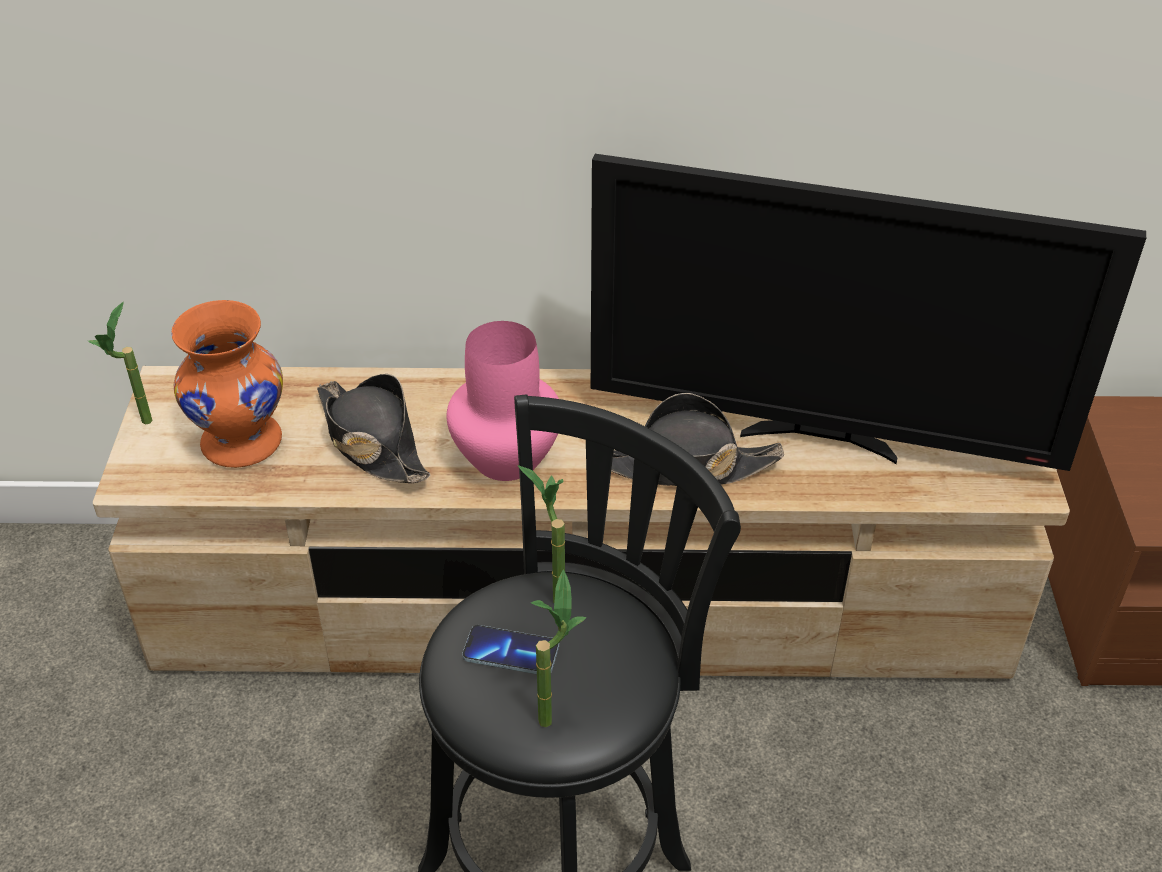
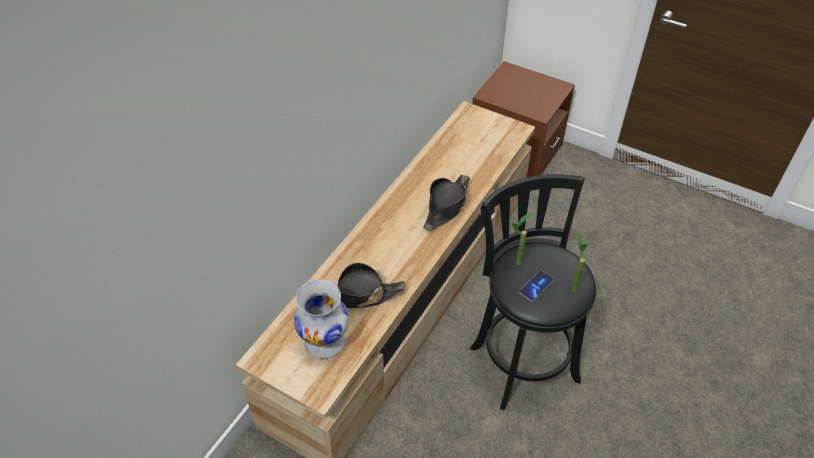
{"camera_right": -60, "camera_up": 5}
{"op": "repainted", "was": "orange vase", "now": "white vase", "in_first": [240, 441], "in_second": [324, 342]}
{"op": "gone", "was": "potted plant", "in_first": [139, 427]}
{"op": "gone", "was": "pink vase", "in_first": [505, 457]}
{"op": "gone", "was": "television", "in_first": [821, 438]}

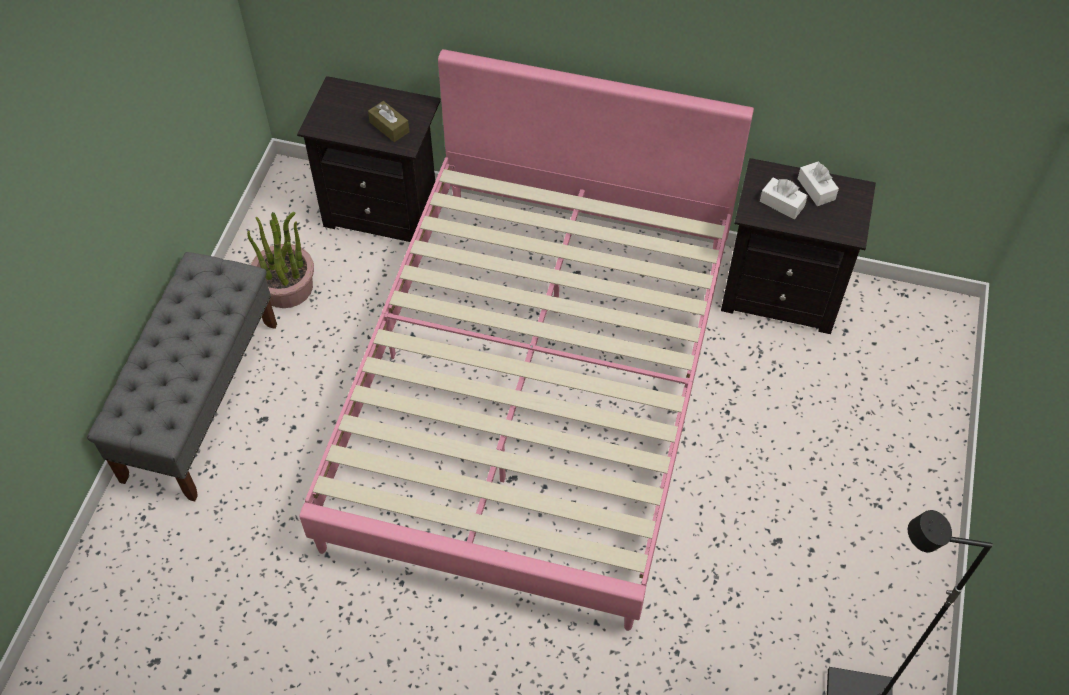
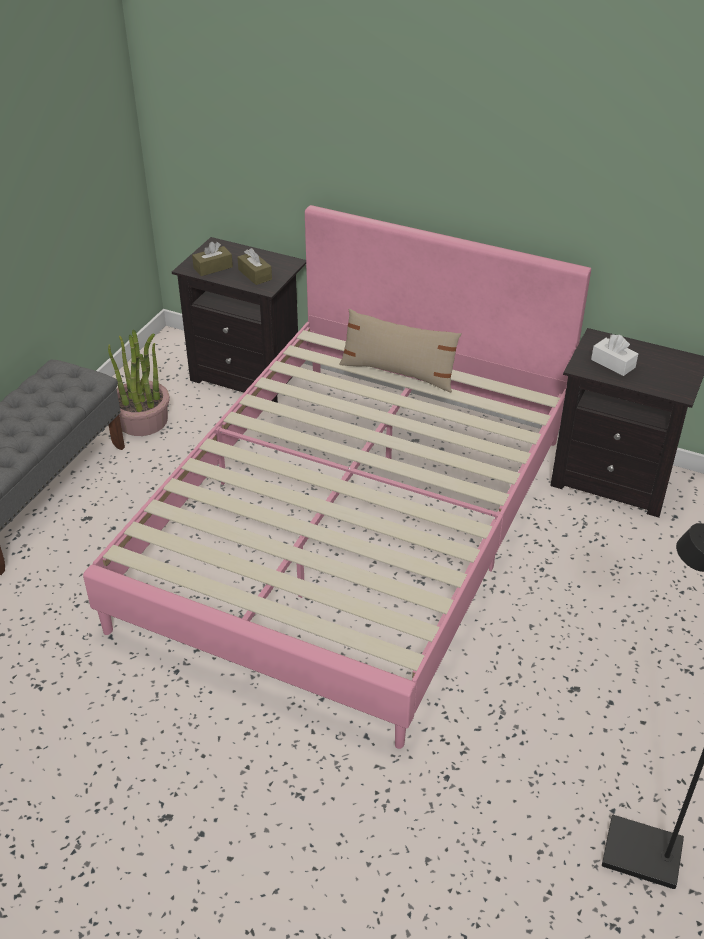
{"camera_right": 10, "camera_up": -15}
{"op": "new", "now": "brown tissue box", "in_second": [213, 267]}
{"op": "new", "now": "beige pillow", "in_second": [398, 373]}
{"op": "gone", "was": "white tissue box", "in_first": [816, 189]}

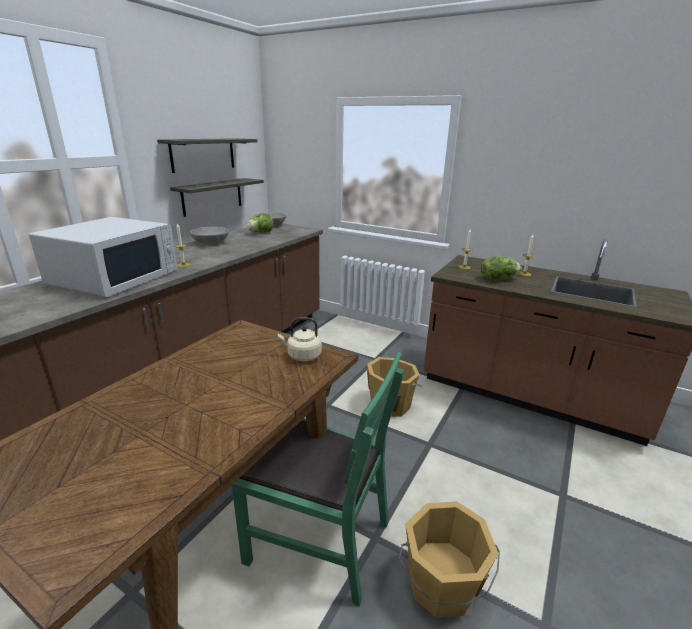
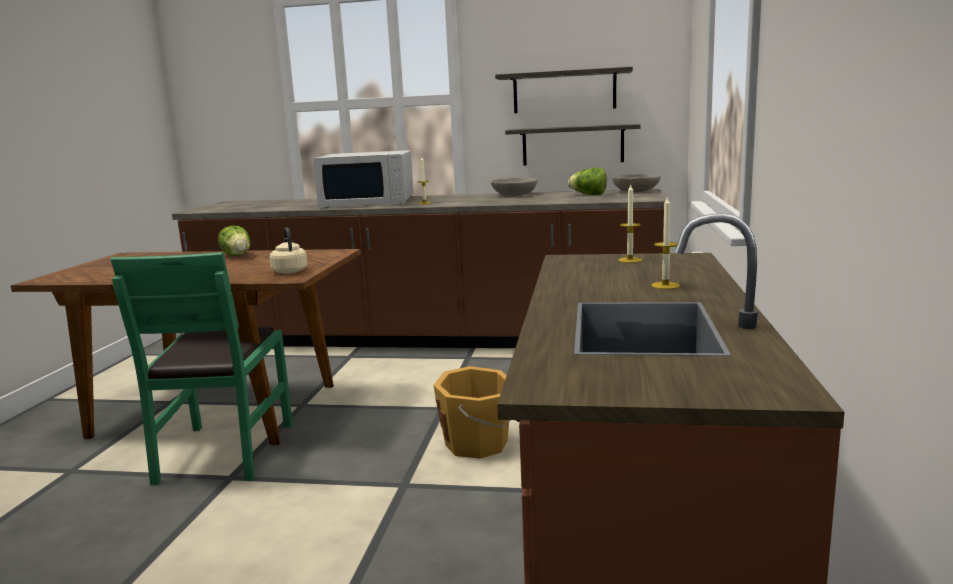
{"camera_right": 70, "camera_up": -10}
{"op": "shifted", "was": "lettuce", "in_first": [497, 279], "in_second": [237, 255]}
{"op": "gone", "was": "orange bucket", "in_first": [441, 586]}

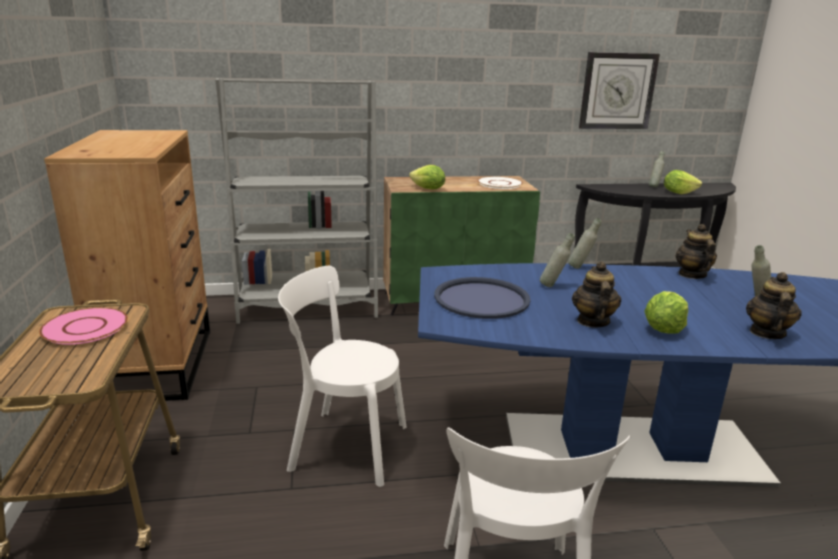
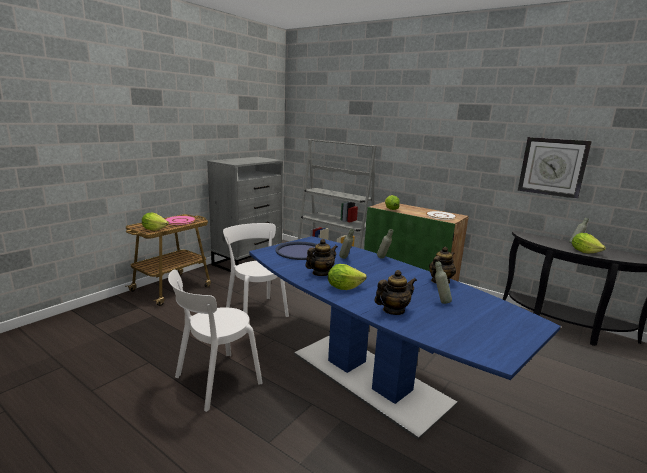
{"camera_right": 45, "camera_up": -5}
{"op": "new", "now": "lettuce", "in_second": [154, 229]}
{"op": "repainted", "was": "brown dresser", "now": "grey dresser", "in_first": [159, 364], "in_second": [248, 261]}

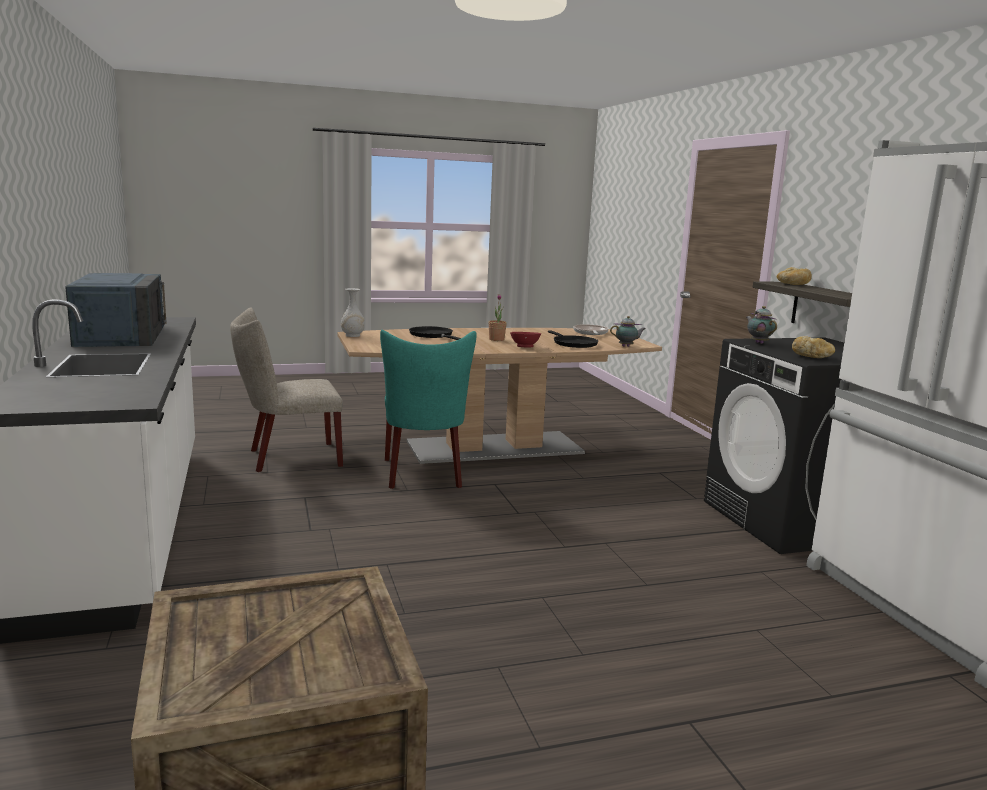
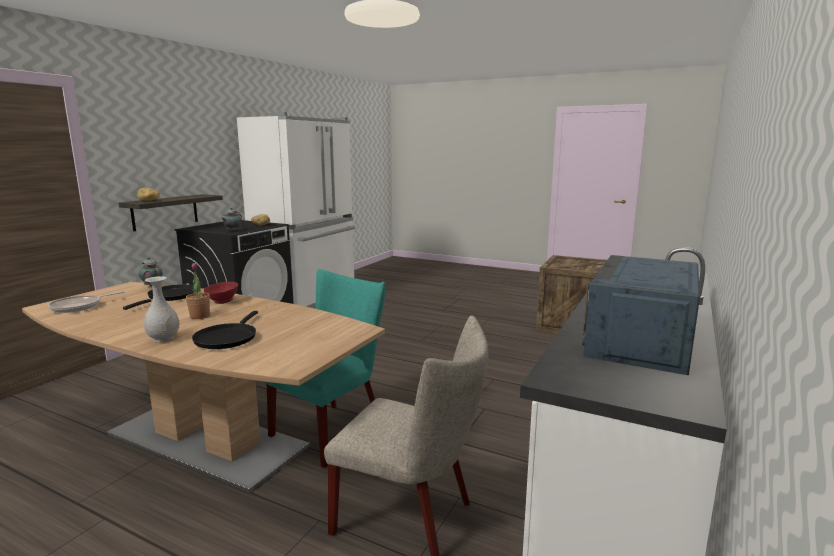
{"camera_right": -135, "camera_up": 0}
{"op": "shifted", "was": "white vase", "in_first": [352, 335], "in_second": [164, 338]}

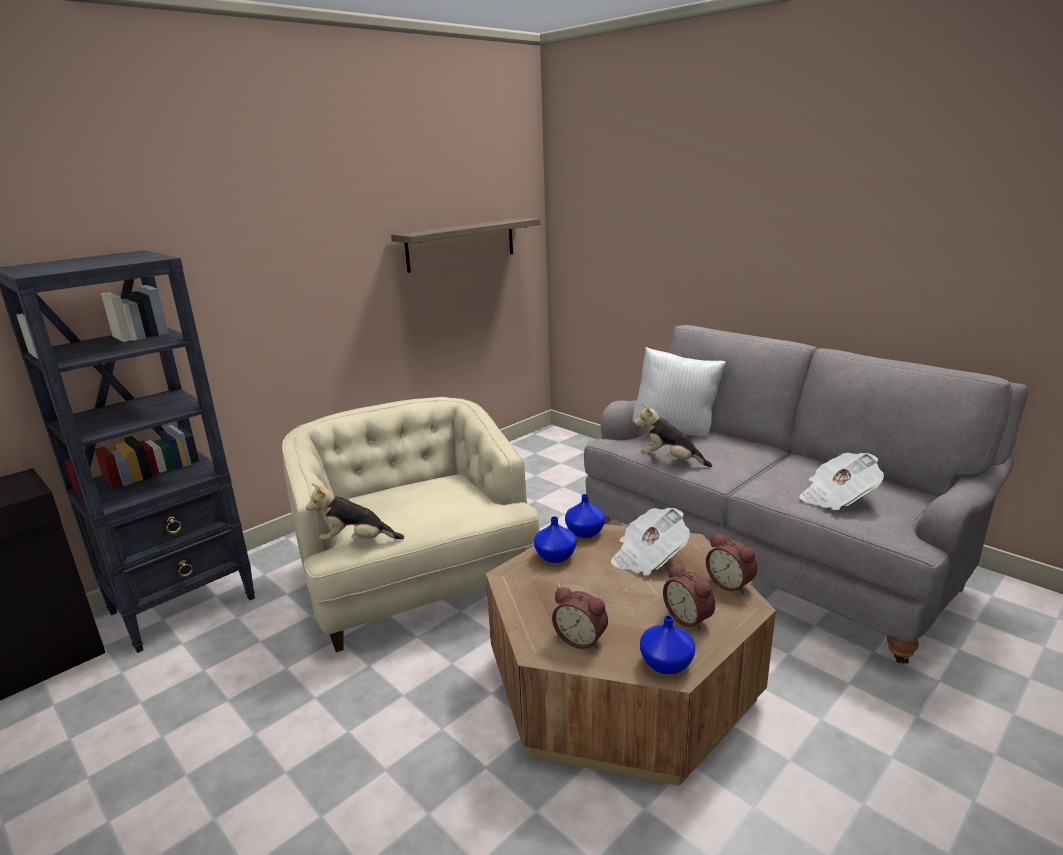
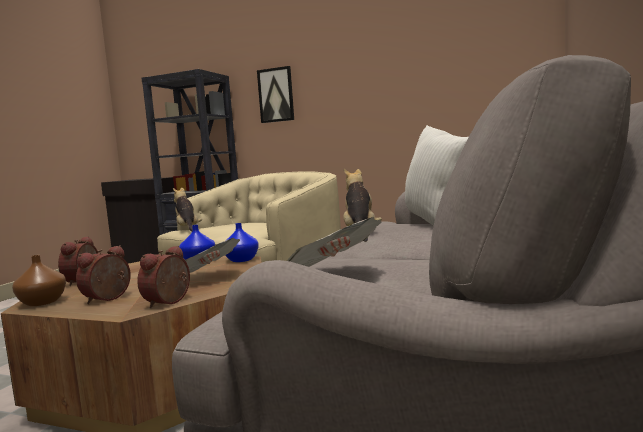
{"camera_right": 65, "camera_up": -15}
{"op": "repainted", "was": "blue vase", "now": "brown vase", "in_first": [665, 663], "in_second": [43, 302]}
{"op": "new", "now": "picture", "in_second": [276, 95]}
{"op": "gone", "was": "shelf", "in_first": [461, 244]}

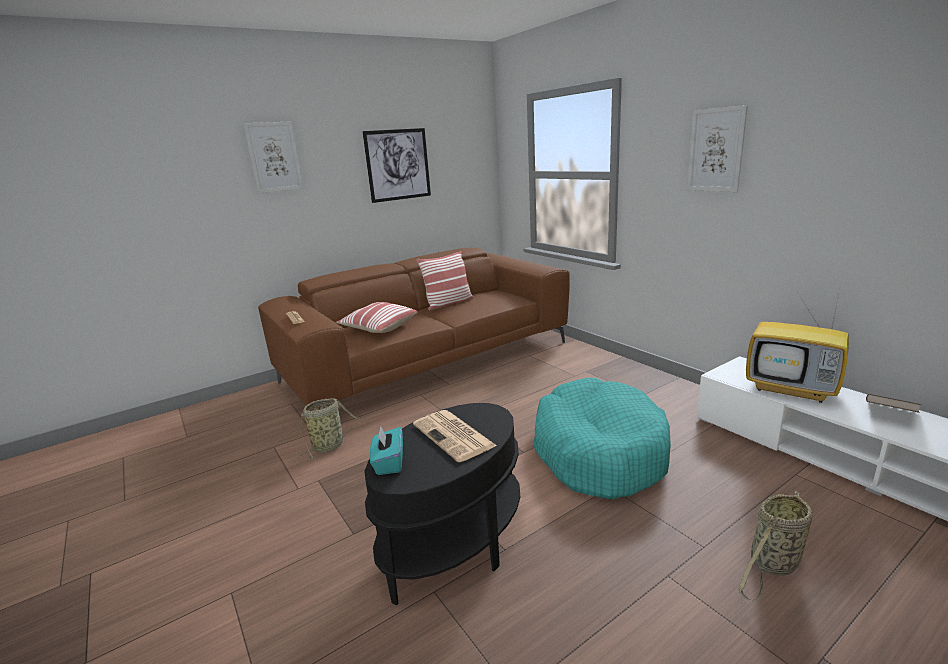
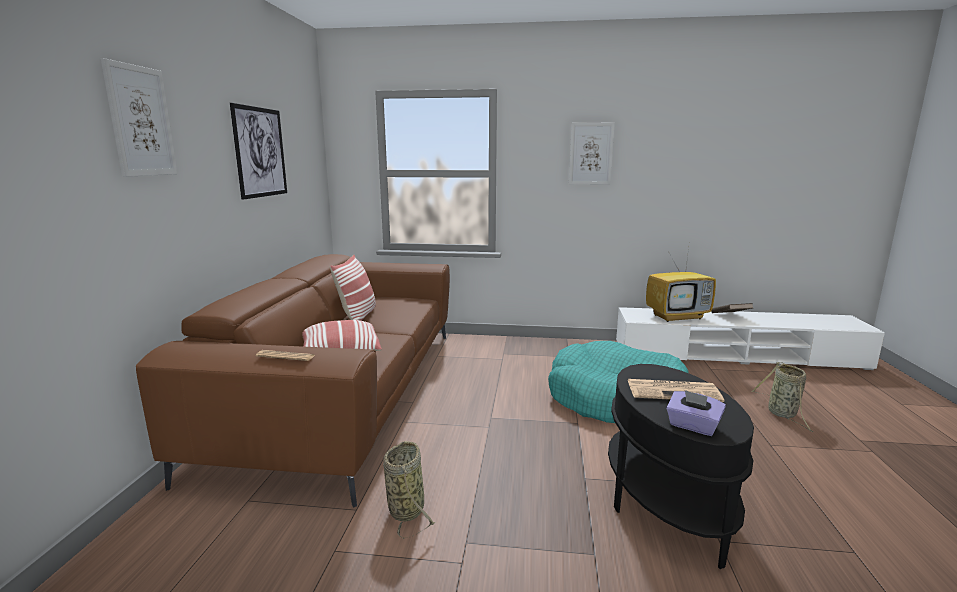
{"camera_right": -50, "camera_up": -5}
{"op": "repainted", "was": "turquoise tissue box", "now": "purple tissue box", "in_first": [389, 463], "in_second": [693, 426]}

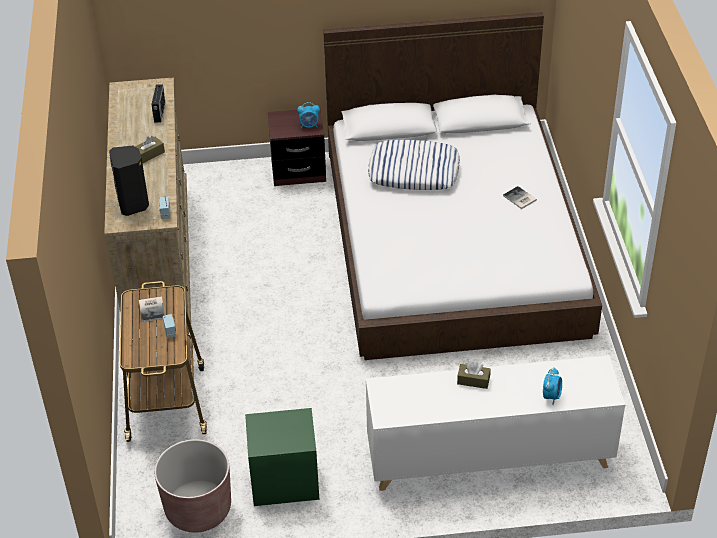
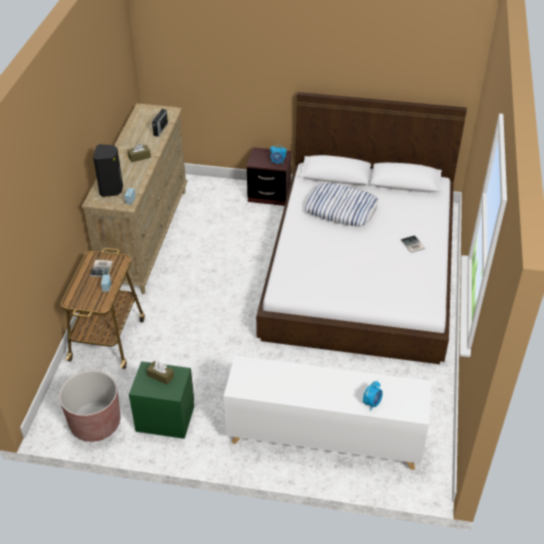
{"camera_right": 15, "camera_up": 0}
{"op": "shifted", "was": "brown tissue box", "in_first": [473, 380], "in_second": [160, 376]}

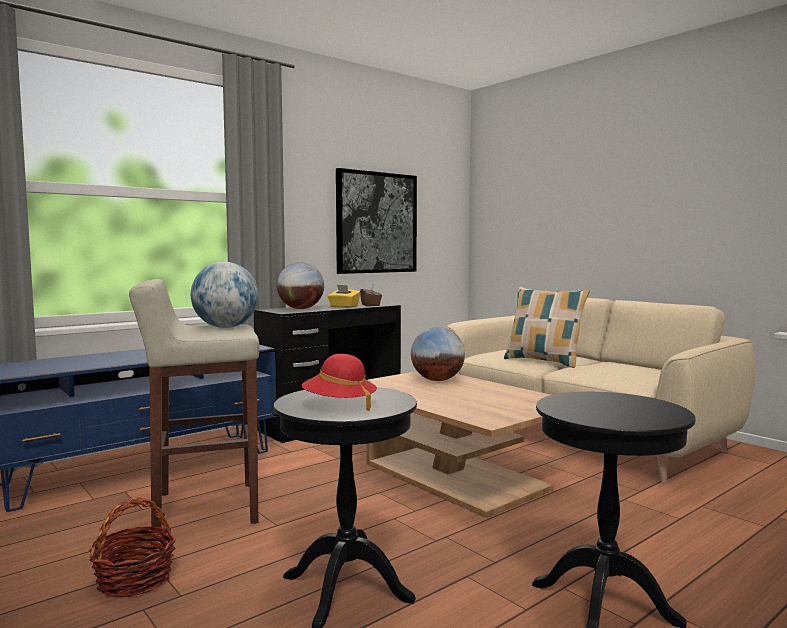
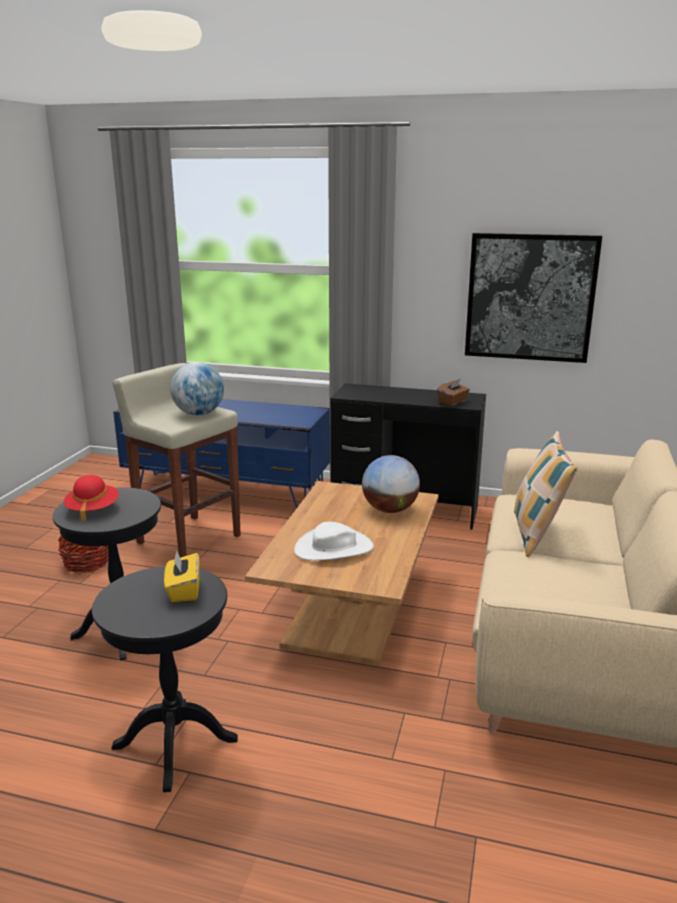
{"camera_right": 55, "camera_up": 15}
{"op": "shifted", "was": "yellow tissue box", "in_first": [343, 307], "in_second": [183, 591]}
{"op": "new", "now": "white hat", "in_second": [334, 548]}
{"op": "gone", "was": "globe", "in_first": [301, 309]}

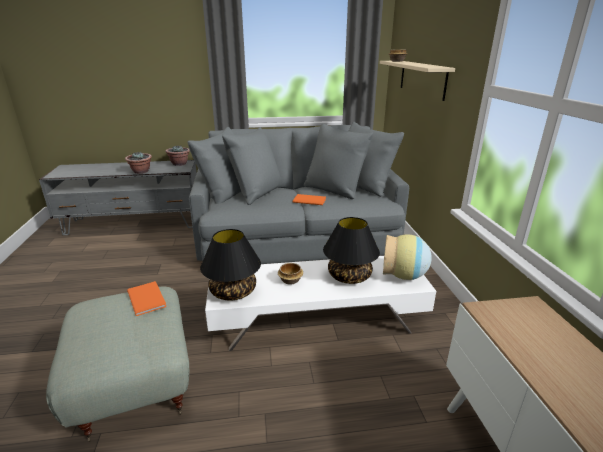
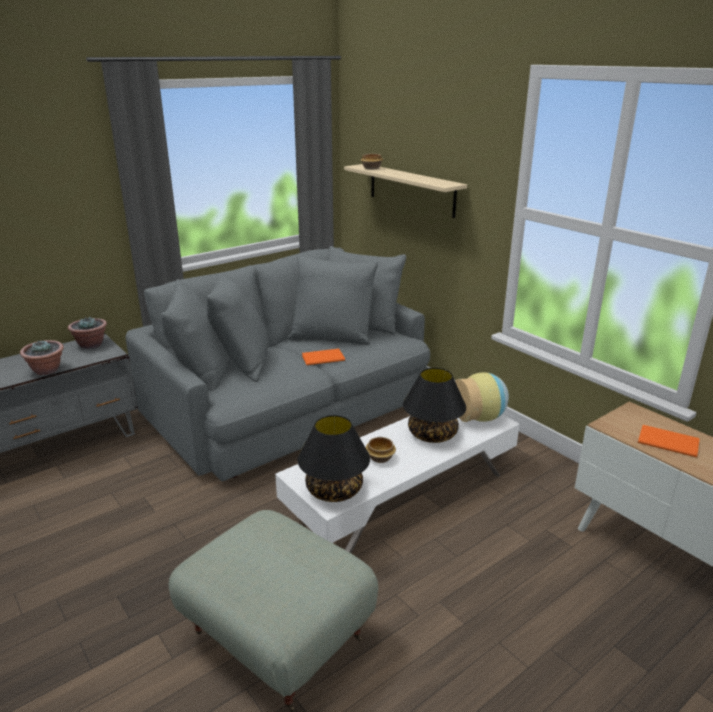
{"camera_right": -30, "camera_up": 0}
{"op": "shifted", "was": "orange book", "in_first": [147, 298], "in_second": [666, 441]}

